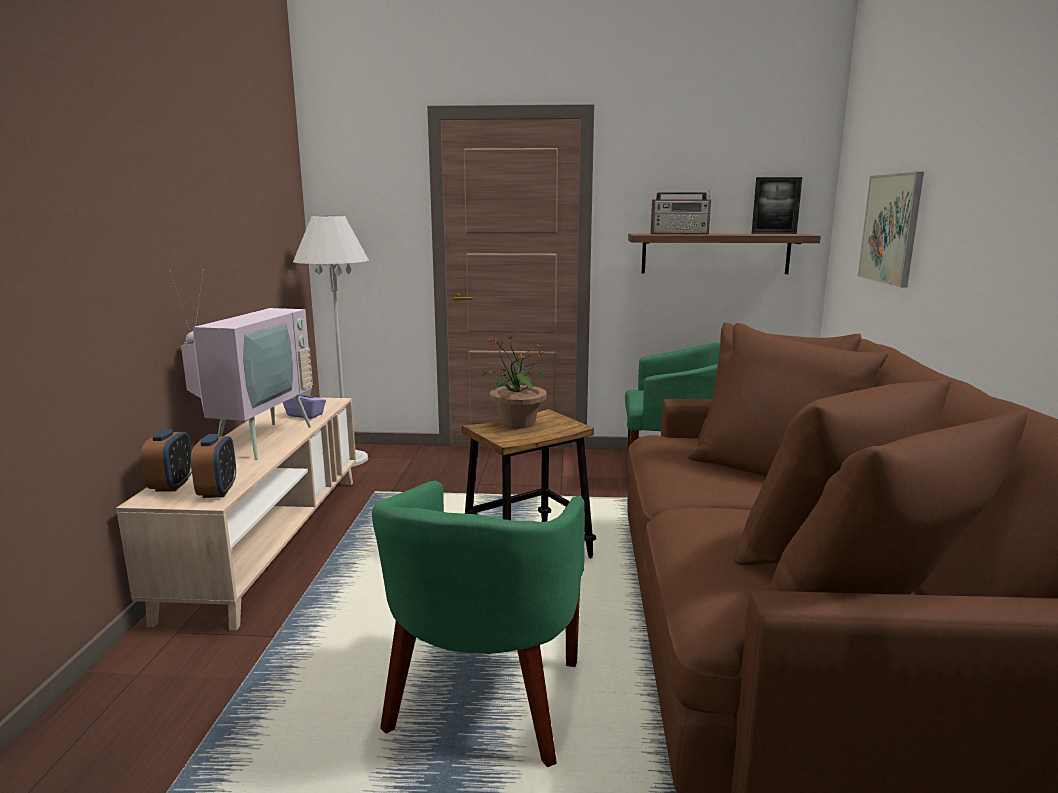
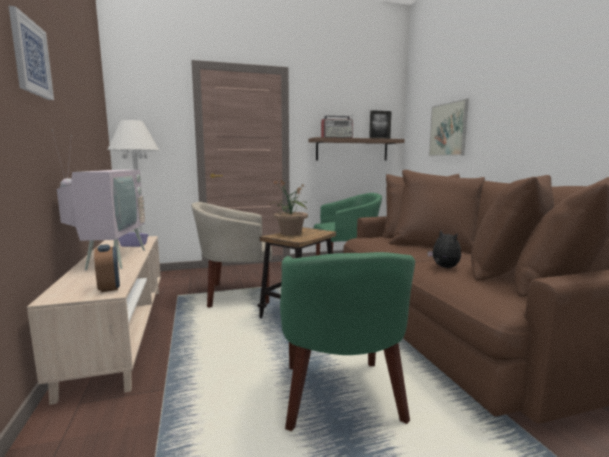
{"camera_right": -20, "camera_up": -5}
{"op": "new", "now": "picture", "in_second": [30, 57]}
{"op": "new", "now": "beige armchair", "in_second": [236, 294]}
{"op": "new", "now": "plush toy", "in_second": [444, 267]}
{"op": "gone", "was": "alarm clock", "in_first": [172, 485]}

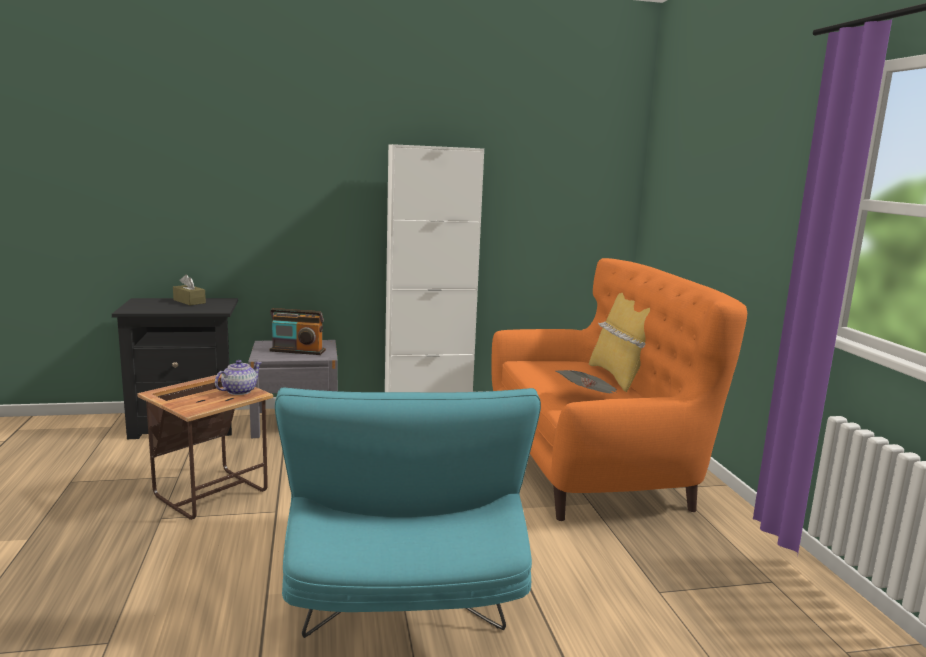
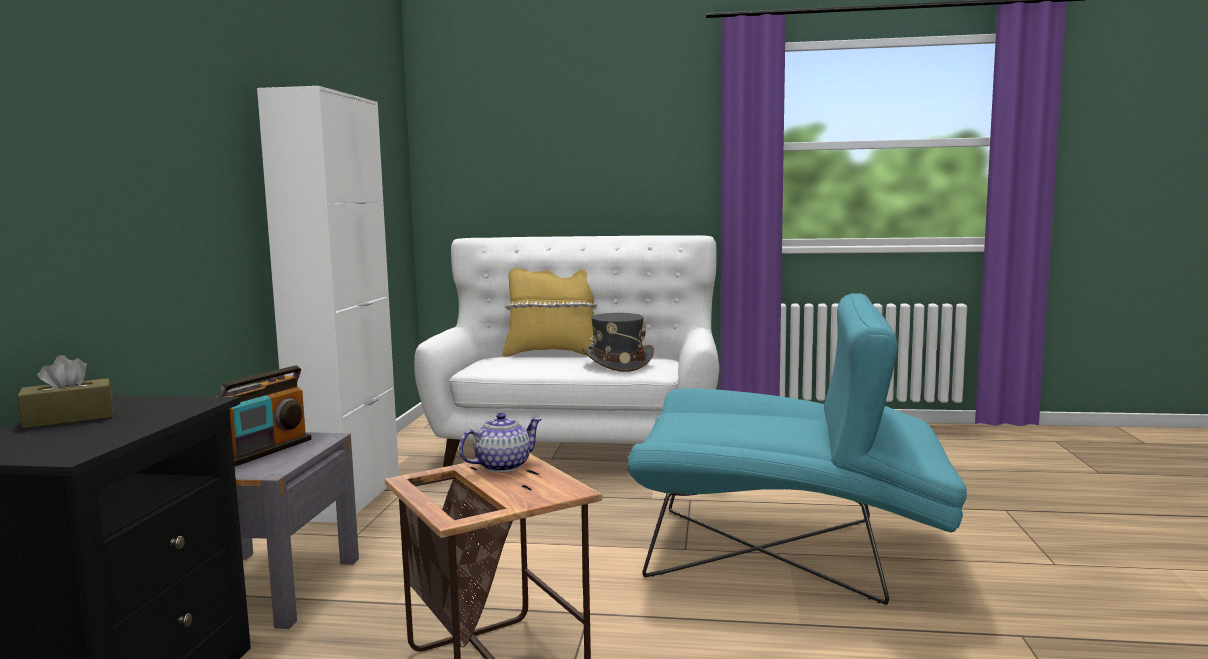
{"camera_right": -70, "camera_up": -5}
{"op": "repainted", "was": "orange sofa", "now": "white sofa", "in_first": [591, 464], "in_second": [577, 448]}
{"op": "rotated", "was": "teapot", "in_first": [239, 391], "in_second": [501, 466], "clockwise": 90}
{"op": "swapped", "was": "newspaper", "now": "grey hat", "in_first": [587, 399], "in_second": [617, 364]}

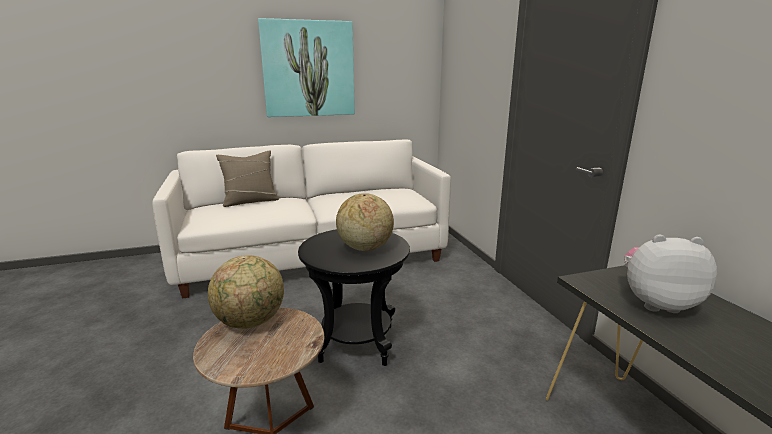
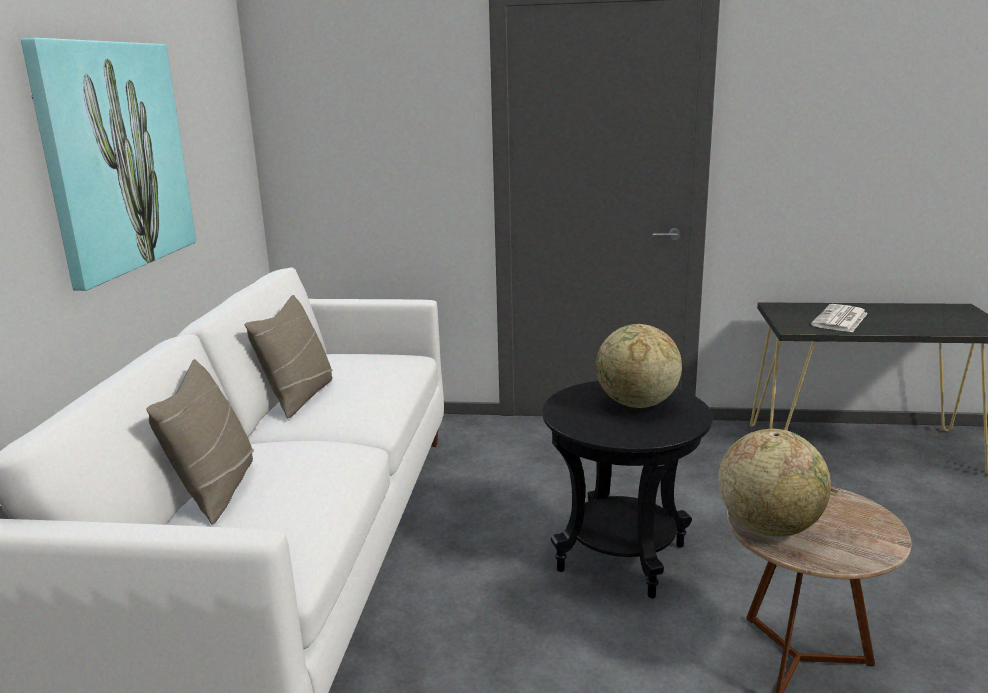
{"camera_right": -65, "camera_up": 0}
{"op": "new", "now": "beige pillow", "in_second": [298, 397]}
{"op": "swapped", "was": "plush toy", "now": "newspaper", "in_first": [656, 303], "in_second": [840, 320]}

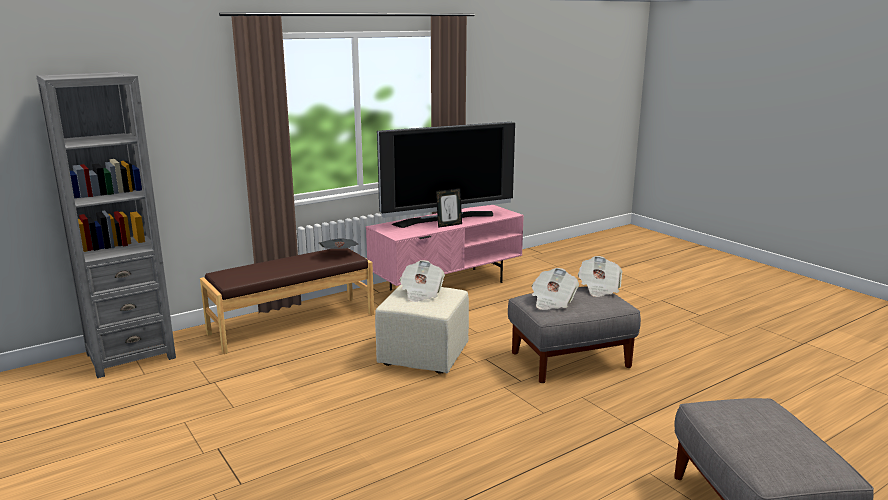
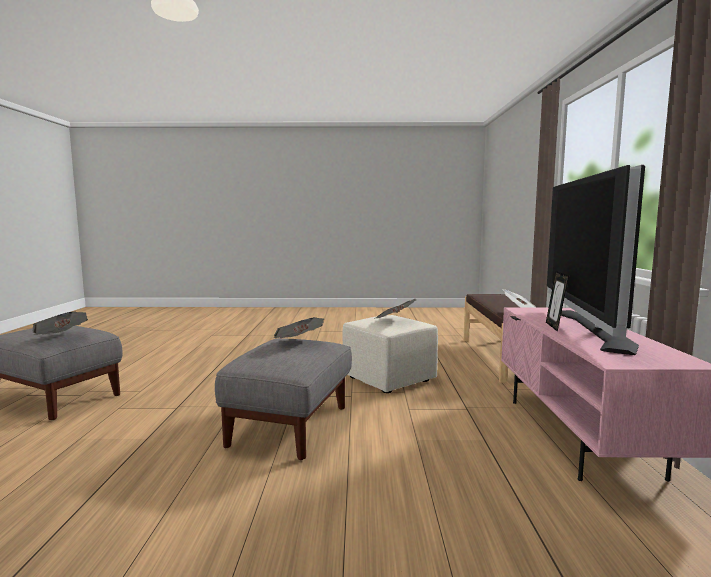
{"camera_right": 125, "camera_up": -10}
{"op": "shifted", "was": "newspaper", "in_first": [599, 288], "in_second": [61, 337]}
{"op": "gone", "was": "grey bookcase", "in_first": [131, 356]}

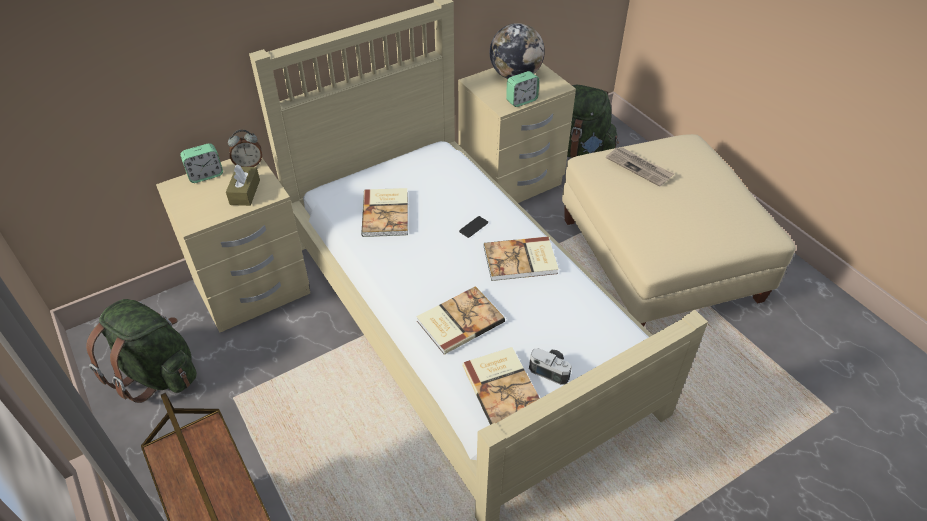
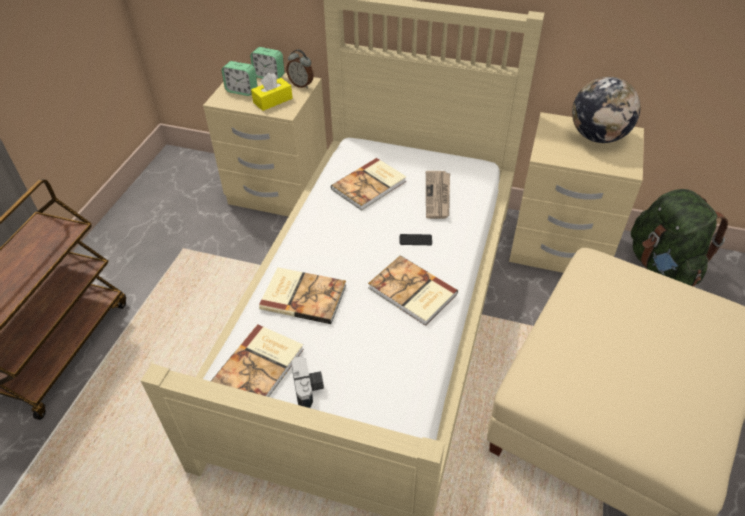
{"camera_right": 50, "camera_up": 0}
{"op": "shifted", "was": "alarm clock", "in_first": [521, 100], "in_second": [242, 90]}
{"op": "repainted", "was": "brown tissue box", "now": "yellow tissue box", "in_first": [245, 192], "in_second": [273, 100]}
{"op": "shifted", "was": "newspaper", "in_first": [639, 167], "in_second": [438, 196]}
{"op": "gone", "was": "green backpack", "in_first": [157, 373]}

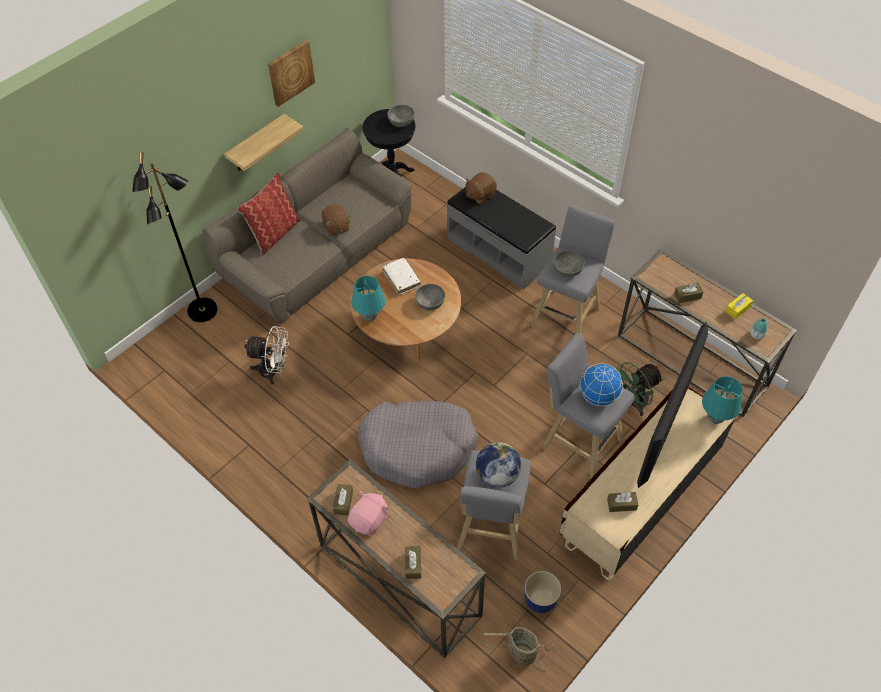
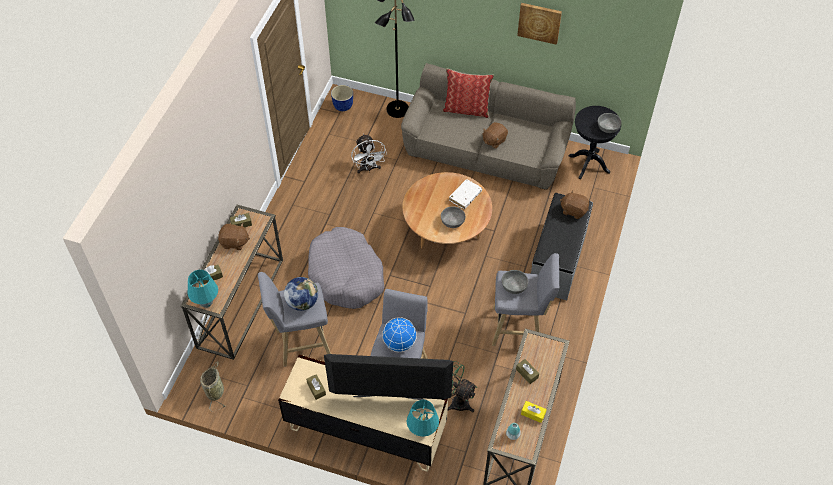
{"camera_right": 65, "camera_up": 0}
{"op": "shifted", "was": "turquoise table lamp", "in_first": [369, 317], "in_second": [206, 303]}
{"op": "repainted", "was": "pink plush toy", "now": "brown plush toy", "in_first": [370, 520], "in_second": [234, 242]}
{"op": "shifted", "was": "planter", "in_first": [539, 600], "in_second": [343, 106]}
{"op": "gone", "was": "shelf", "in_first": [257, 144]}

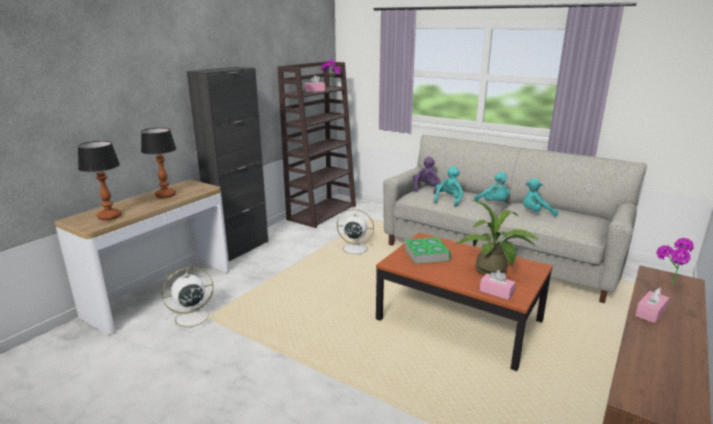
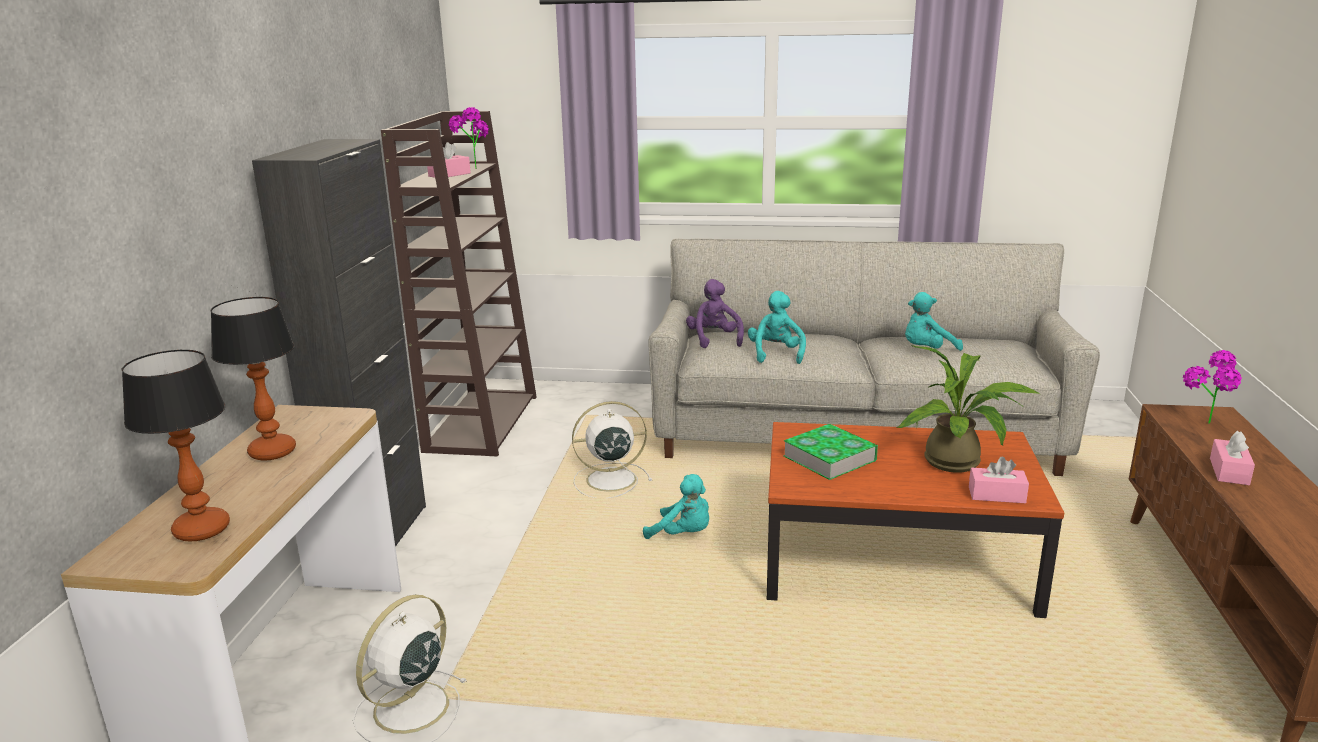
{"camera_right": -25, "camera_up": 0}
{"op": "shifted", "was": "turquoise plush toy", "in_first": [494, 203], "in_second": [683, 534]}

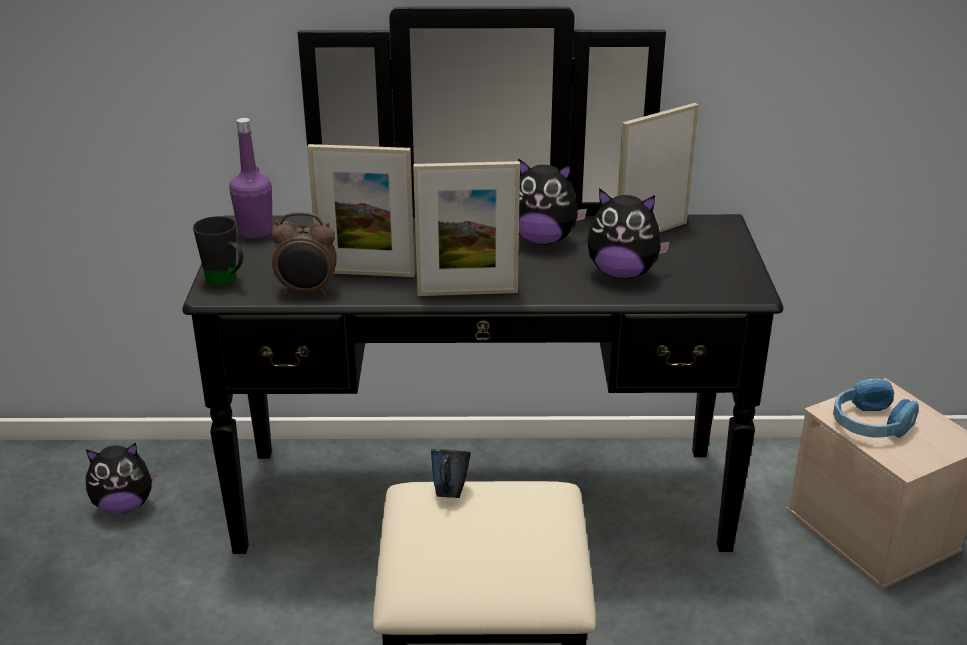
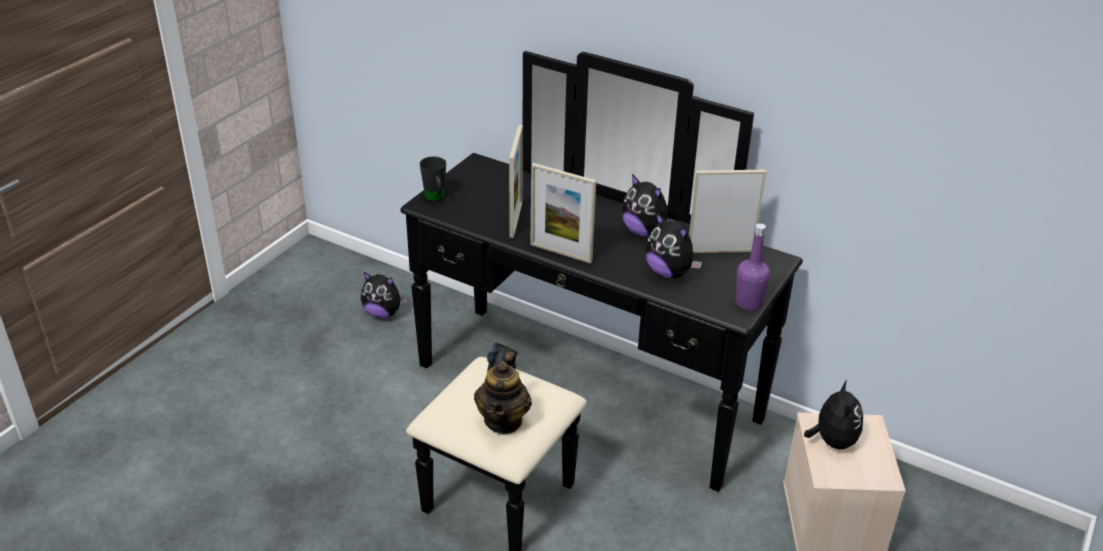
{"camera_right": 30, "camera_up": 5}
{"op": "new", "now": "teapot", "in_second": [503, 420]}
{"op": "rotated", "was": "picture frame", "in_first": [366, 273], "in_second": [516, 219], "clockwise": -120}
{"op": "shifted", "was": "purple bottle", "in_first": [255, 232], "in_second": [748, 303]}
{"op": "swapped", "was": "blue headphones", "now": "plush toy", "in_first": [870, 424], "in_second": [832, 441]}
{"op": "gone", "was": "alarm clock", "in_first": [307, 291]}

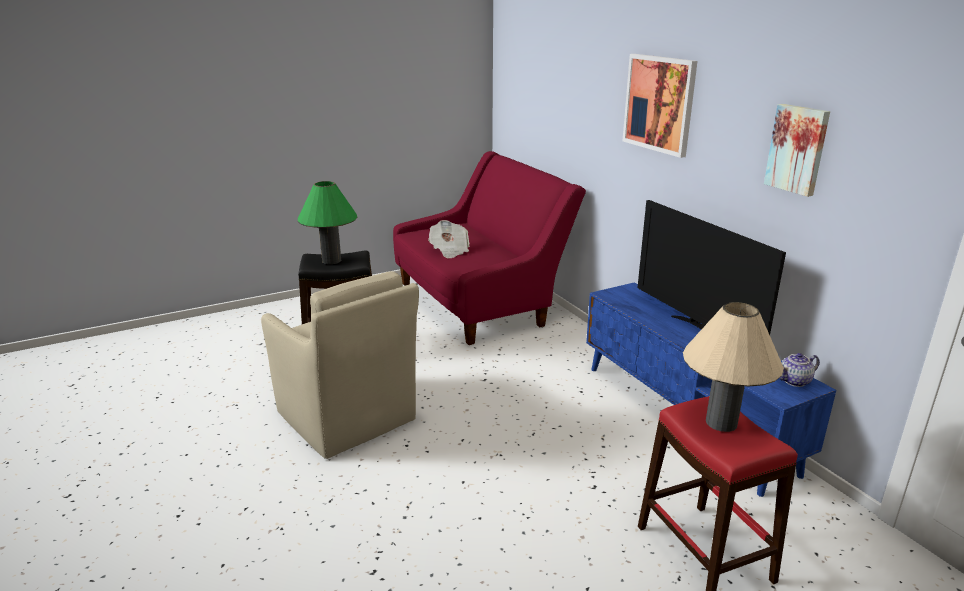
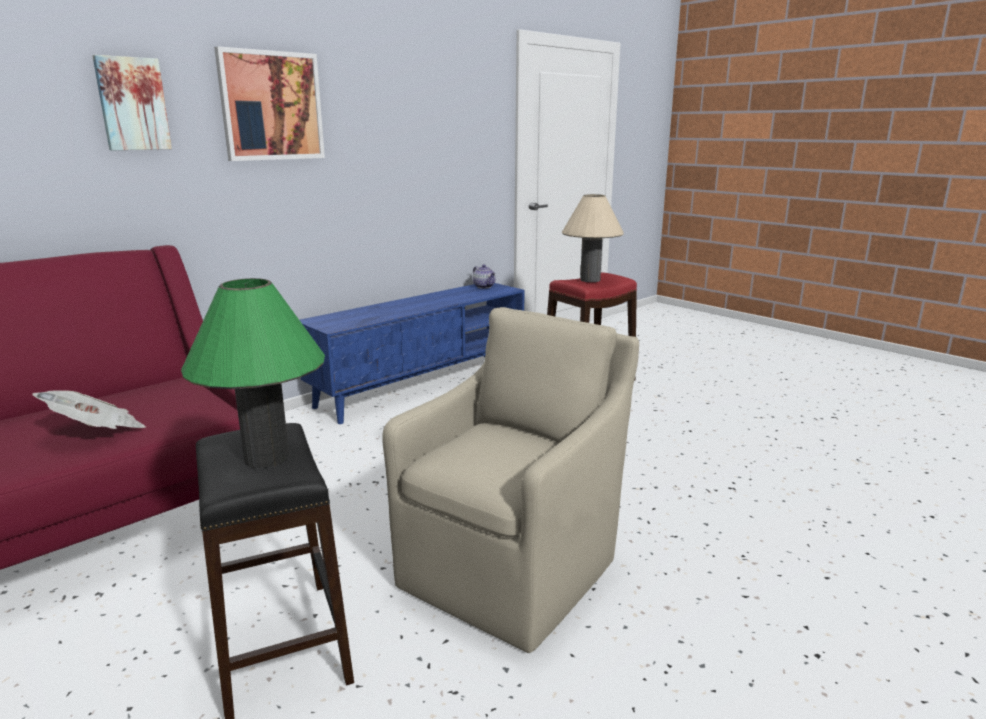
{"camera_right": -105, "camera_up": -5}
{"op": "shifted", "was": "picture", "in_first": [798, 149], "in_second": [132, 104]}
{"op": "gone", "was": "television", "in_first": [696, 326]}

